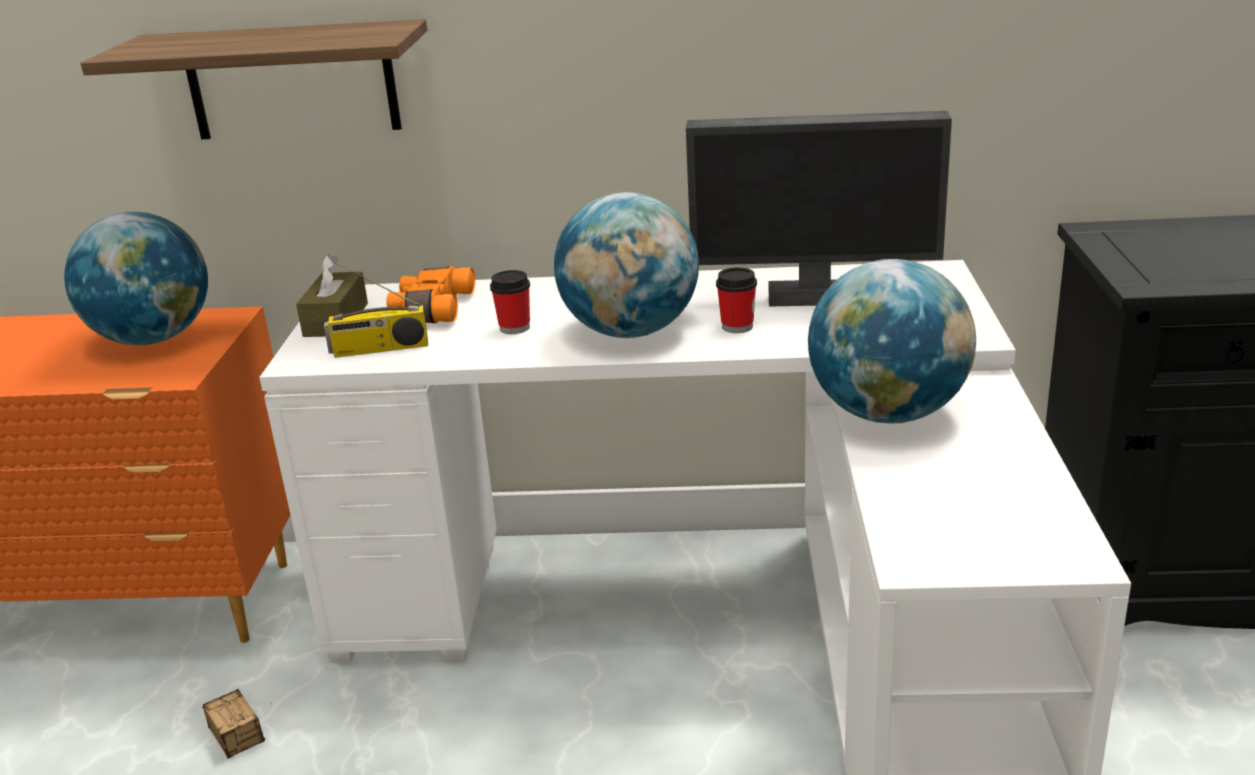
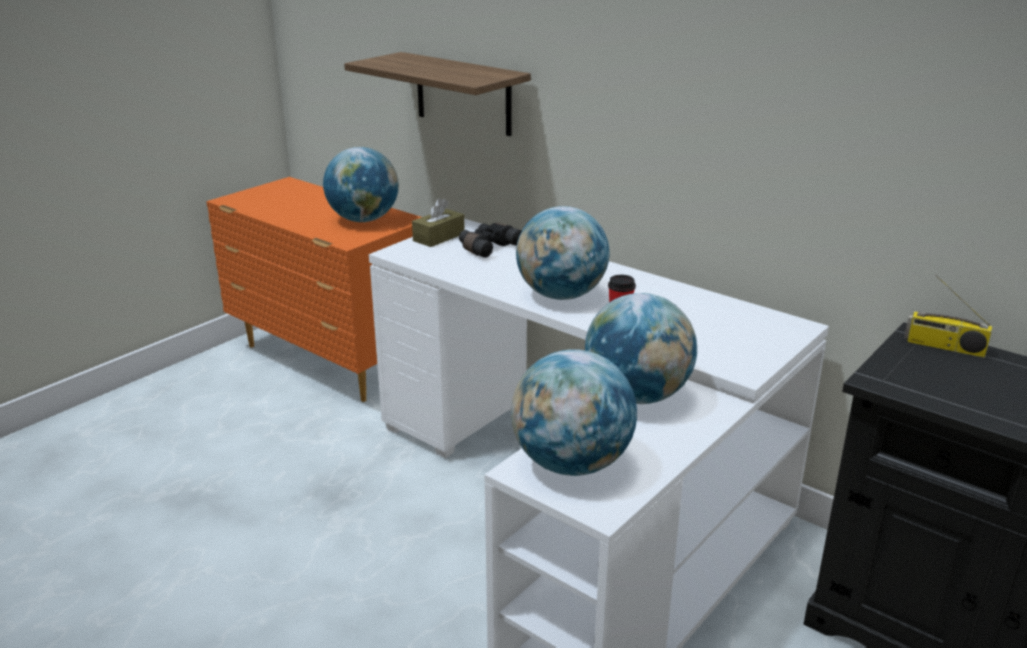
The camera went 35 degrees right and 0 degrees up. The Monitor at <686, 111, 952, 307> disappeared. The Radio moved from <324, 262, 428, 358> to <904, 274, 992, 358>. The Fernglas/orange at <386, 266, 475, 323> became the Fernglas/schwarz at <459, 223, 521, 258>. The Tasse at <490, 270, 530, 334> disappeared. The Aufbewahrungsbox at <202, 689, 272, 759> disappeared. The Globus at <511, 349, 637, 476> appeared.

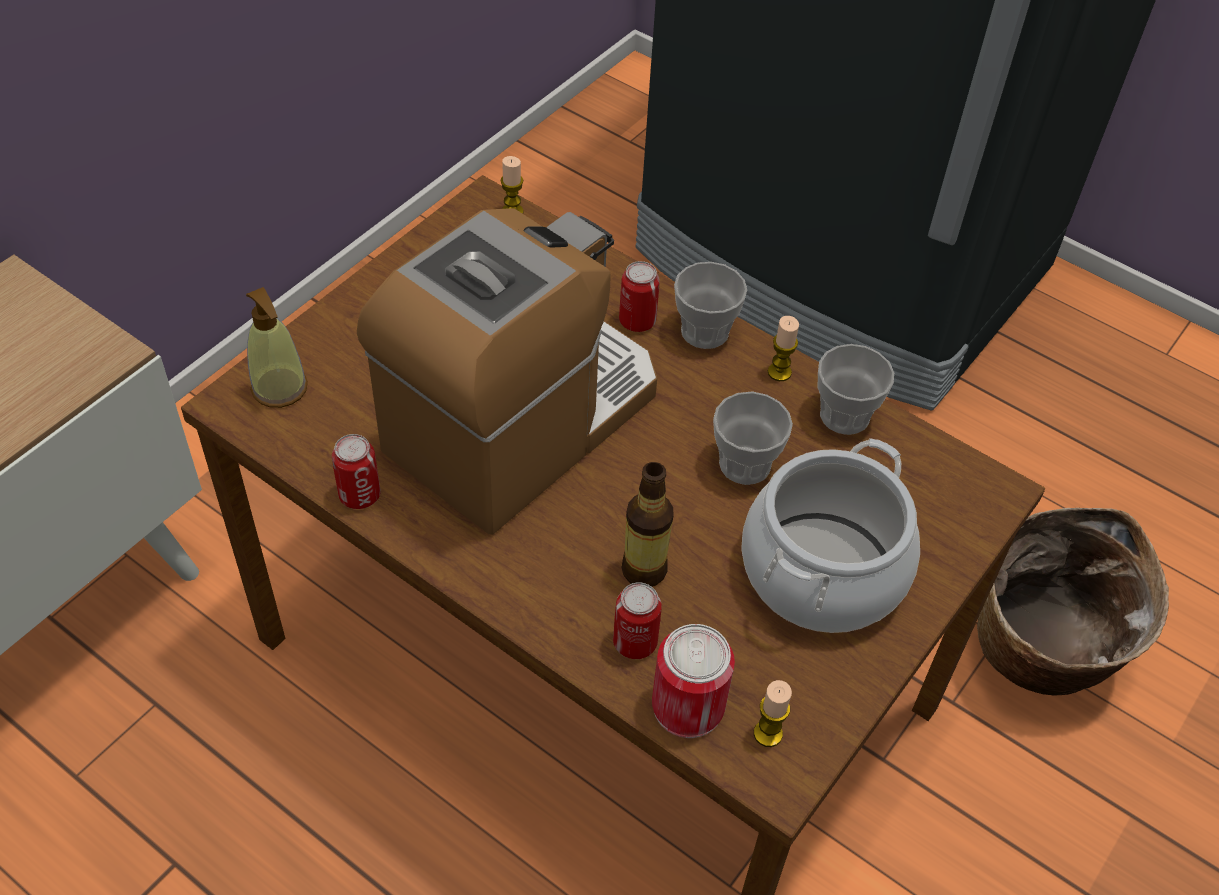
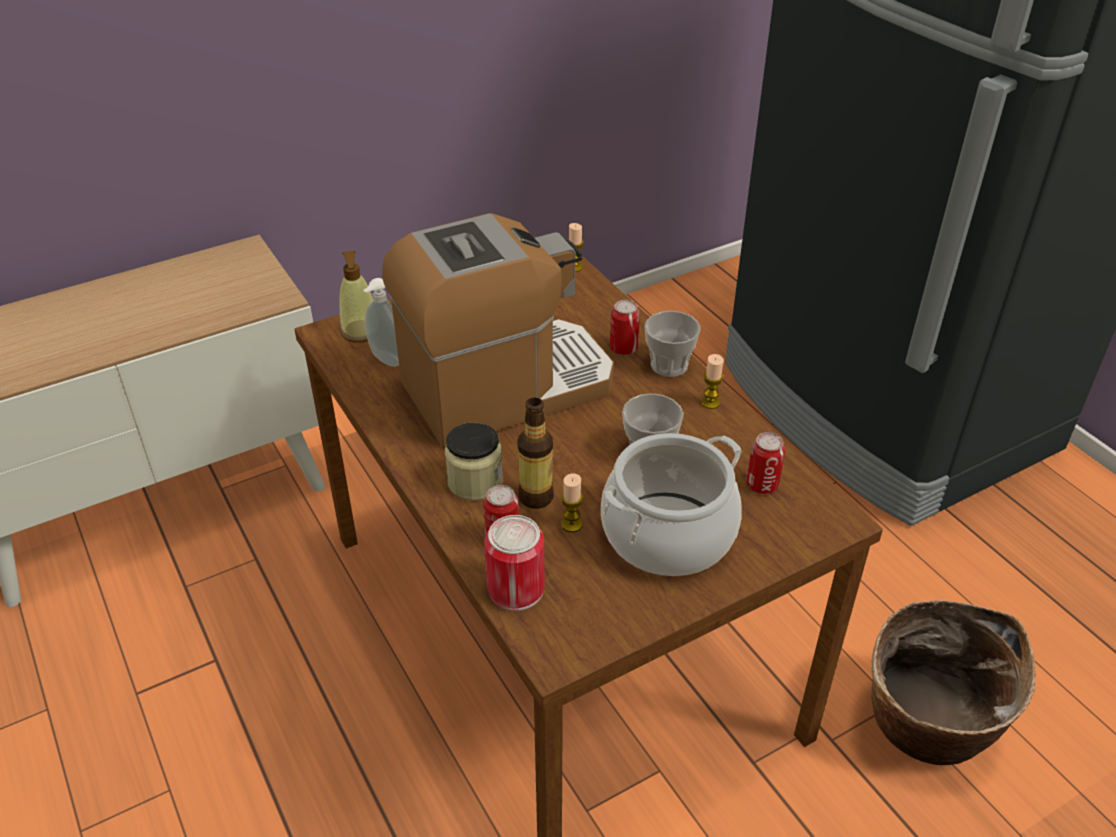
The camera went 25 degrees right and 10 degrees down. The Tasse at <818, 344, 894, 435> disappeared. The Dose moved from <332, 434, 380, 509> to <746, 432, 785, 494>. The Kerze moved from <754, 680, 792, 747> to <561, 474, 583, 532>. The Seifenspender at <363, 278, 399, 367> appeared. The Vorratsglas at <445, 423, 503, 500> appeared.

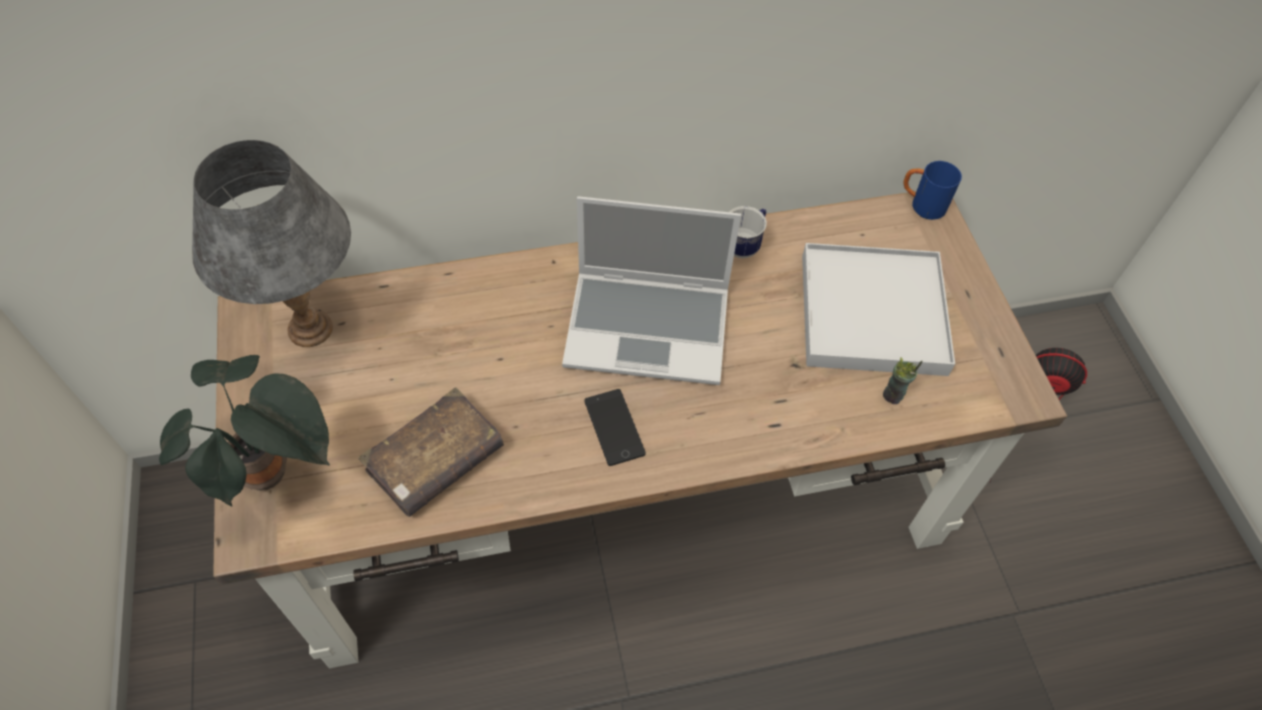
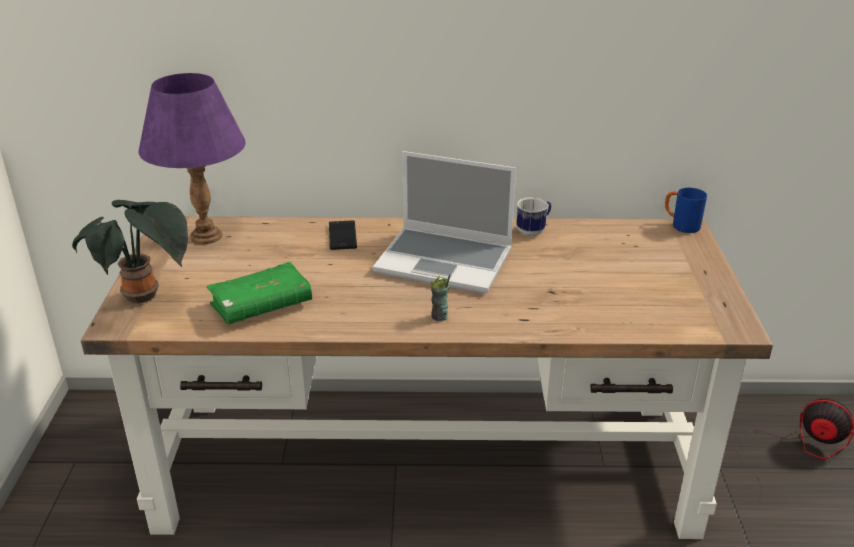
The camera went 15 degrees right and 25 degrees down. The Tischlampe/grau at <192, 140, 351, 347> became the Tischlampe/lila at <139, 73, 246, 244>. The Tablett/weiß at <802, 243, 955, 376> disappeared. The Tasse moved from <883, 357, 923, 404> to <431, 274, 450, 322>. The Buch/braun at <358, 387, 504, 517> became the Buch/grün at <206, 262, 313, 324>. The Handy moved from <584, 389, 646, 466> to <329, 220, 357, 250>.

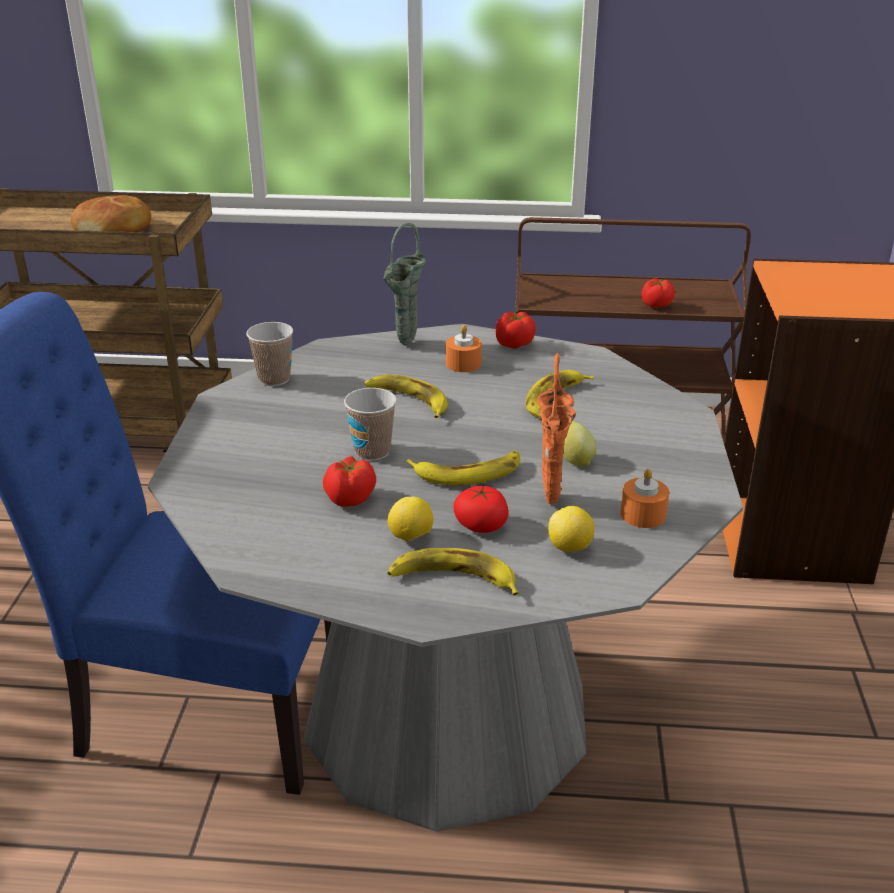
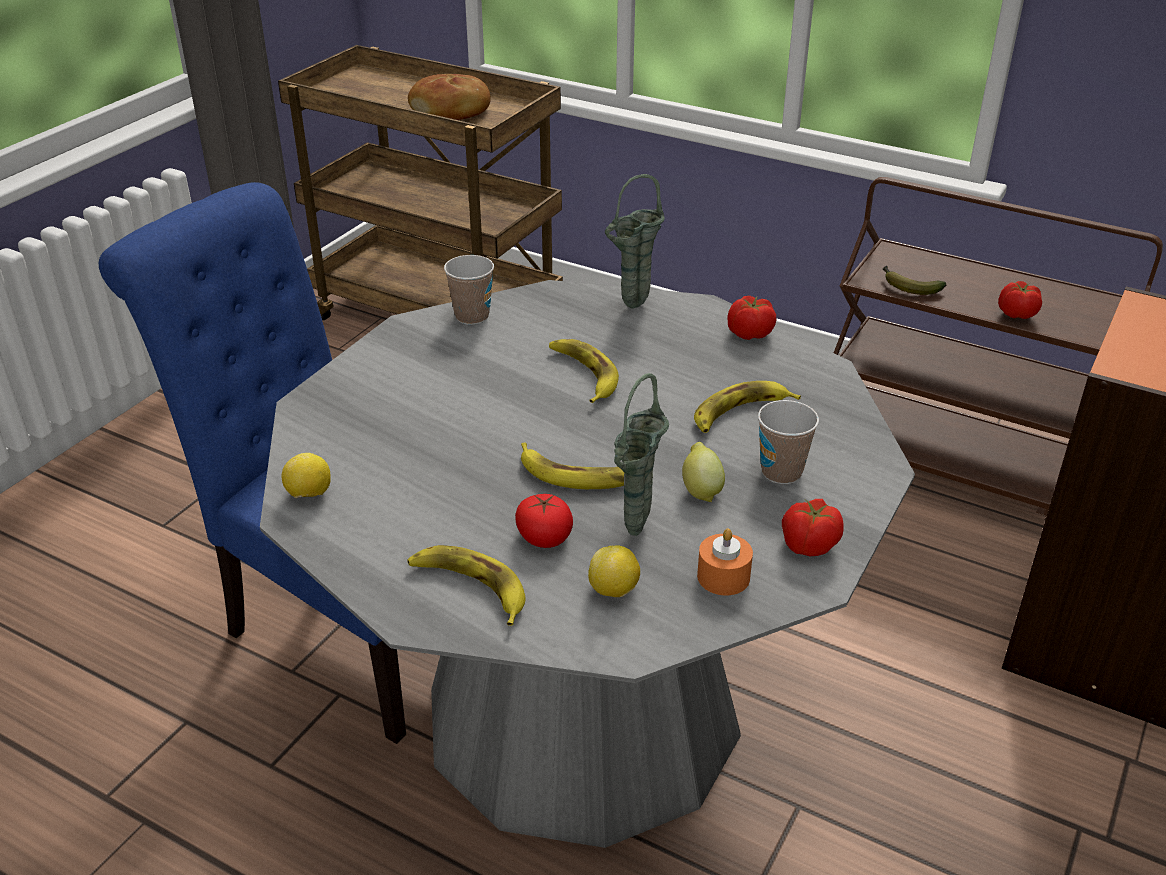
The camera went 25 degrees right and 5 degrees up. The Kerze/orange at <446, 325, 482, 372> disappeared. The Vase/orange at <537, 353, 576, 505> became the Vase/grün at <614, 373, 669, 536>. The Tasse moved from <344, 388, 397, 461> to <758, 400, 819, 484>. The Tomate moved from <323, 456, 376, 507> to <782, 499, 844, 556>. The Zitrone moved from <388, 496, 433, 541> to <282, 453, 331, 498>. The Banane at <883, 266, 946, 295> appeared.

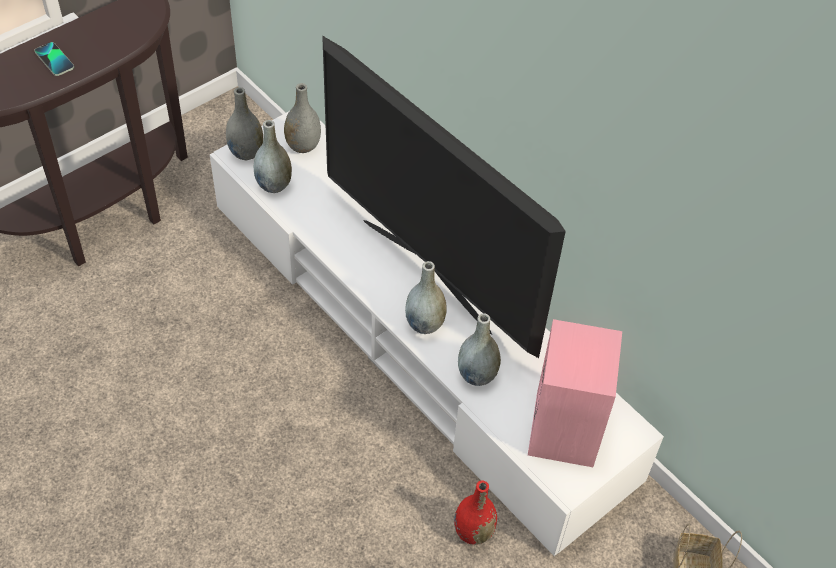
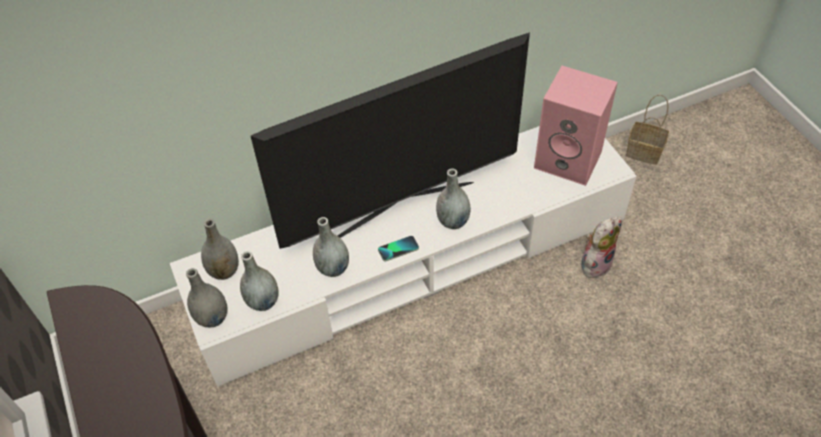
The camera went 70 degrees left and 0 degrees up. The Handy moved from <34, 42, 74, 76> to <378, 236, 419, 261>. The Vase/grau moved from <458, 313, 501, 386> to <313, 217, 349, 277>. The Vase/rot at <454, 480, 497, 545> was replaced by the Plüschtier at <581, 217, 621, 278>.

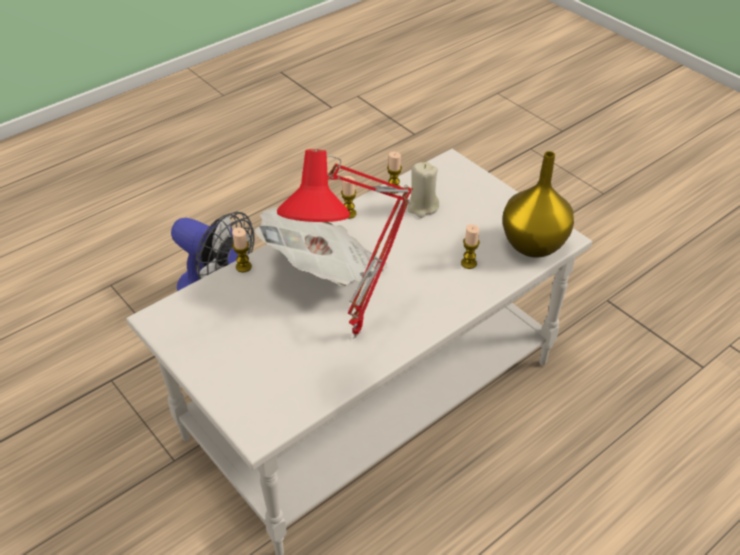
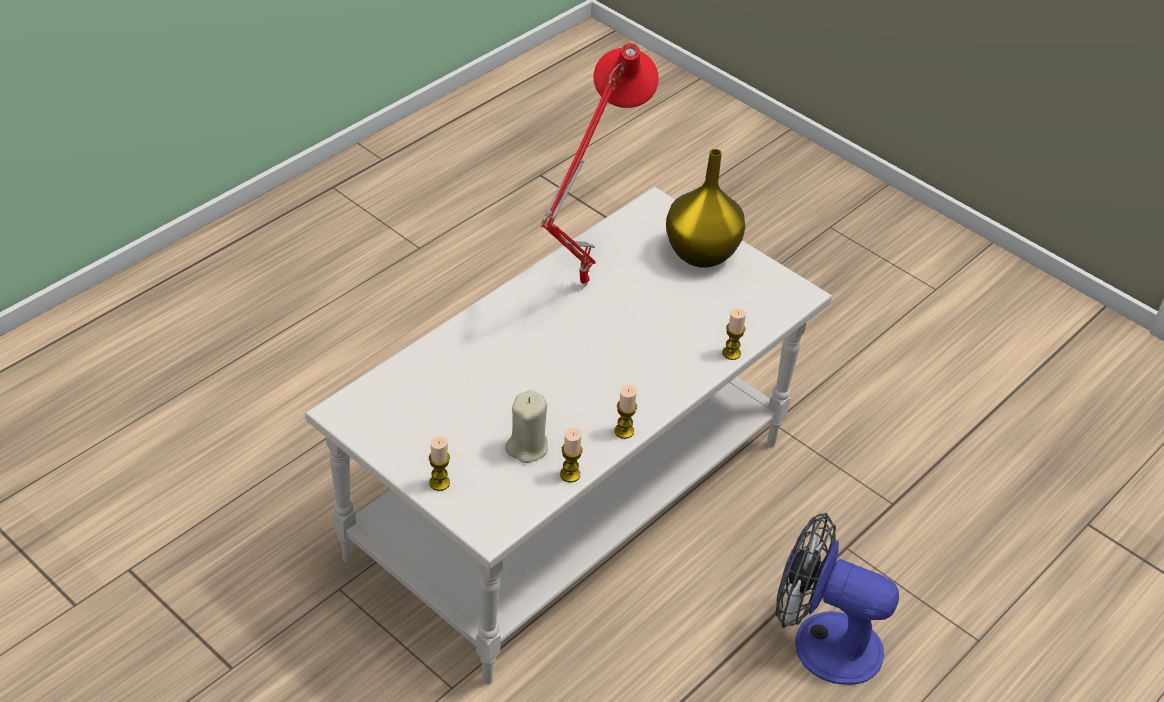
The camera went 170 degrees right and 0 degrees up. The Vase/gelb moved from <502, 151, 574, 258> to <666, 149, 745, 268>. The Zeitung at <254, 206, 387, 286> disappeared. The Kerze moved from <461, 224, 480, 269> to <429, 436, 450, 491>.

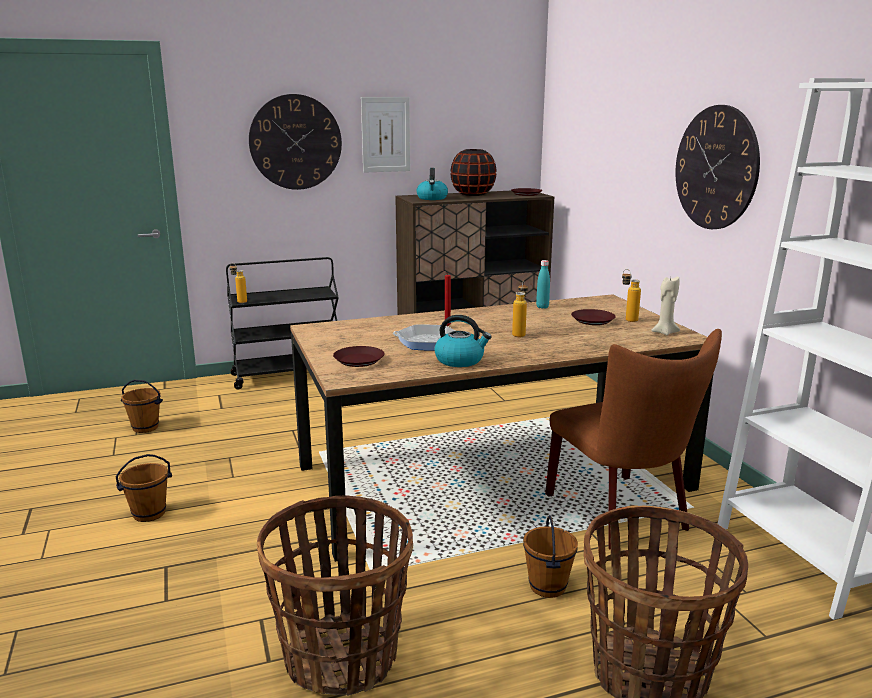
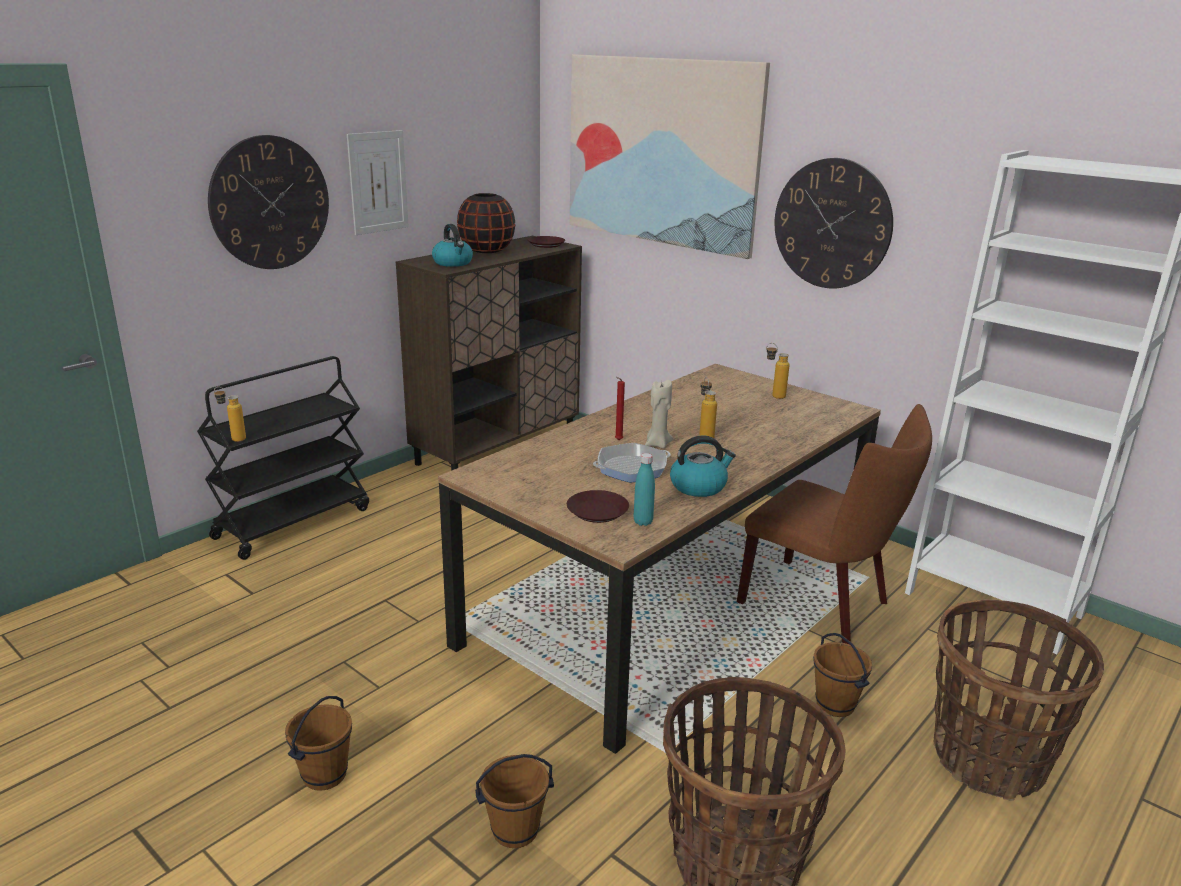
The camera went 30 degrees left and 5 degrees up. The Flasche/türkis moved from <536, 260, 550, 309> to <634, 453, 655, 526>. The Kerze/beige moved from <651, 277, 680, 336> to <645, 380, 673, 449>. The Teller/braun at <571, 309, 616, 325> disappeared. The Eimer/braun moved from <121, 380, 163, 433> to <475, 754, 554, 848>. The Bild at <570, 55, 770, 259> appeared.

